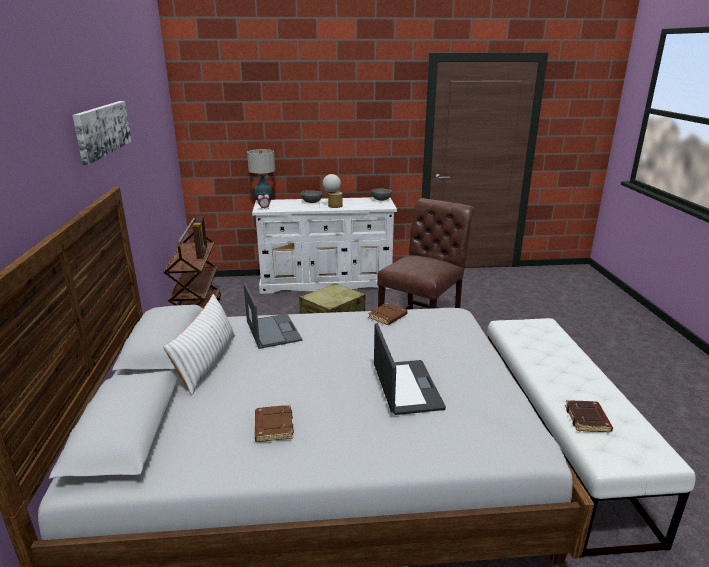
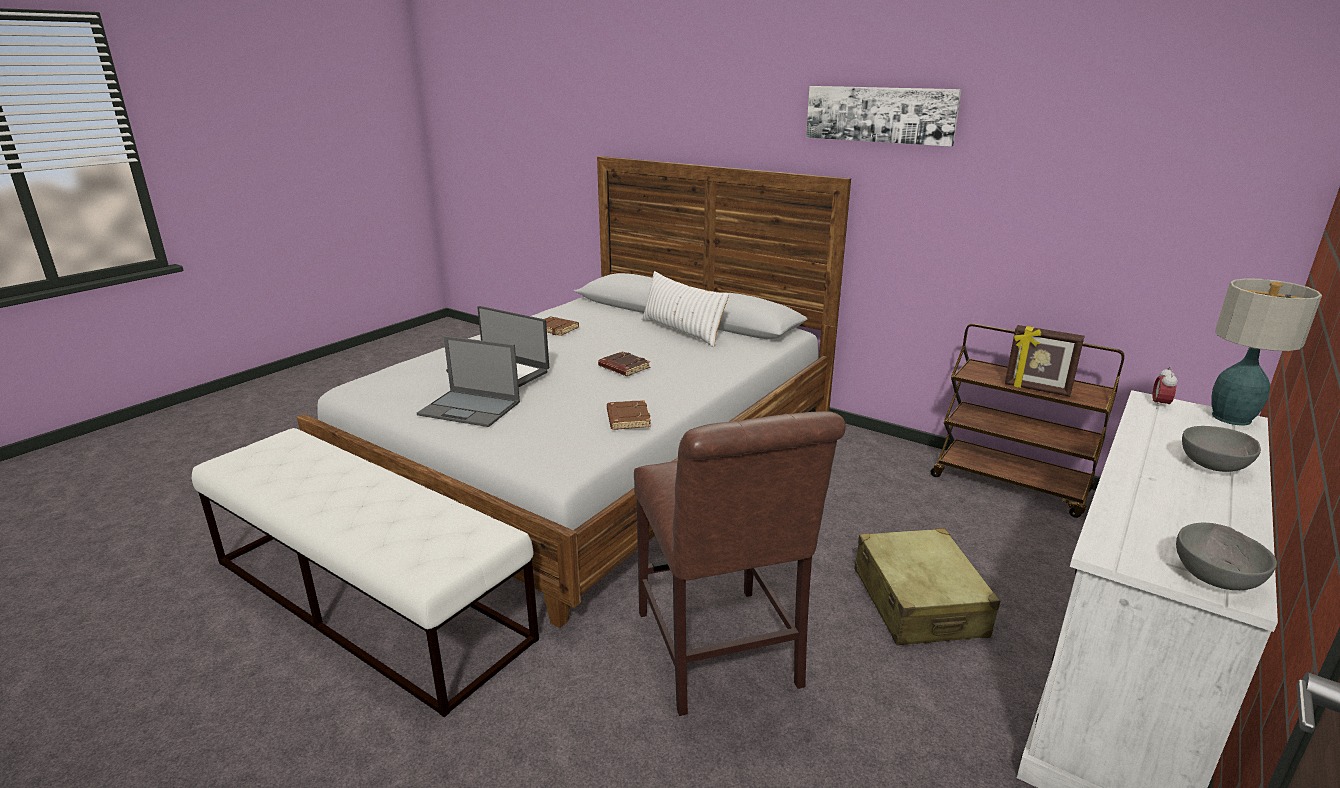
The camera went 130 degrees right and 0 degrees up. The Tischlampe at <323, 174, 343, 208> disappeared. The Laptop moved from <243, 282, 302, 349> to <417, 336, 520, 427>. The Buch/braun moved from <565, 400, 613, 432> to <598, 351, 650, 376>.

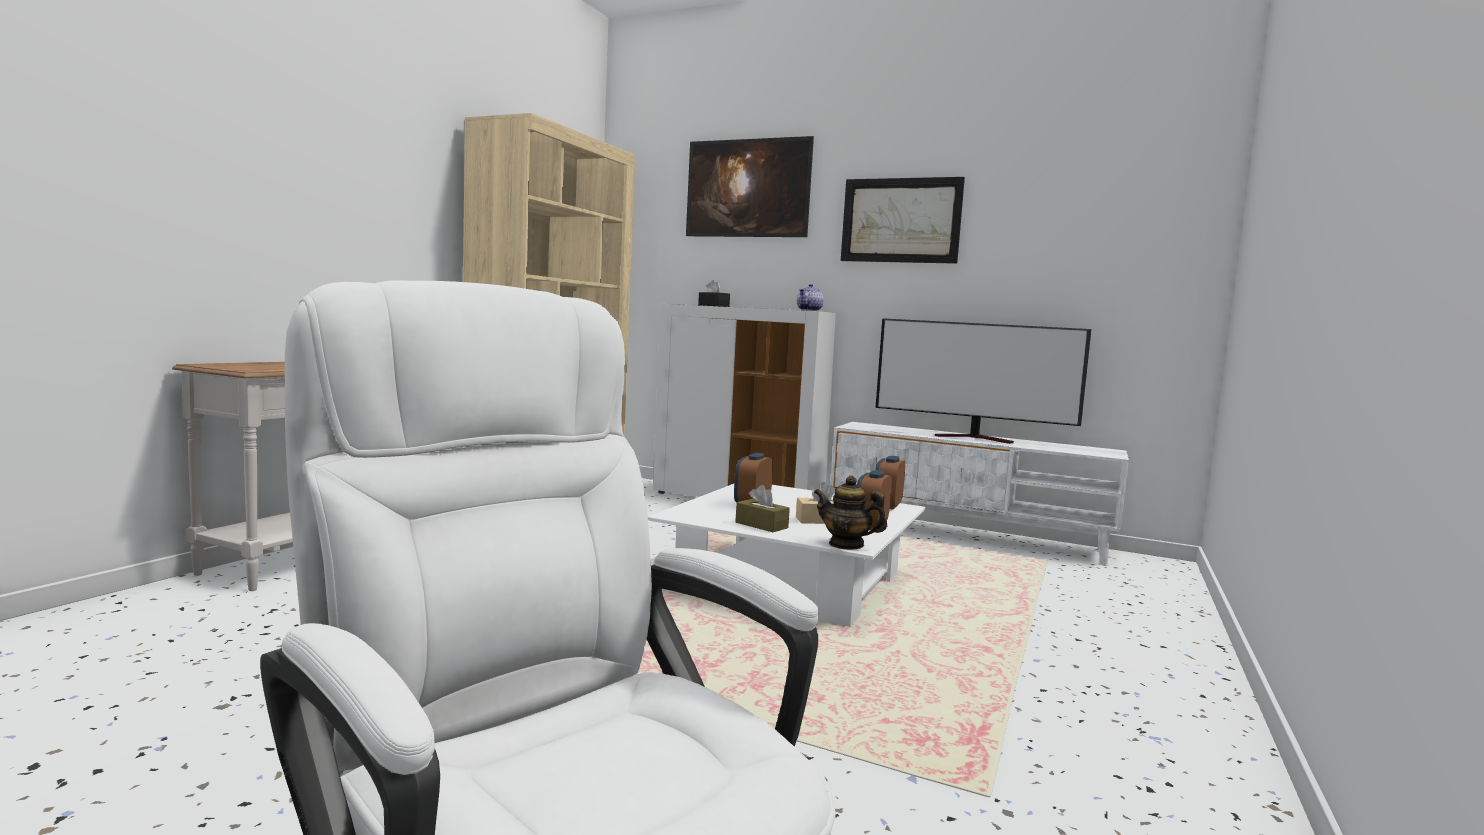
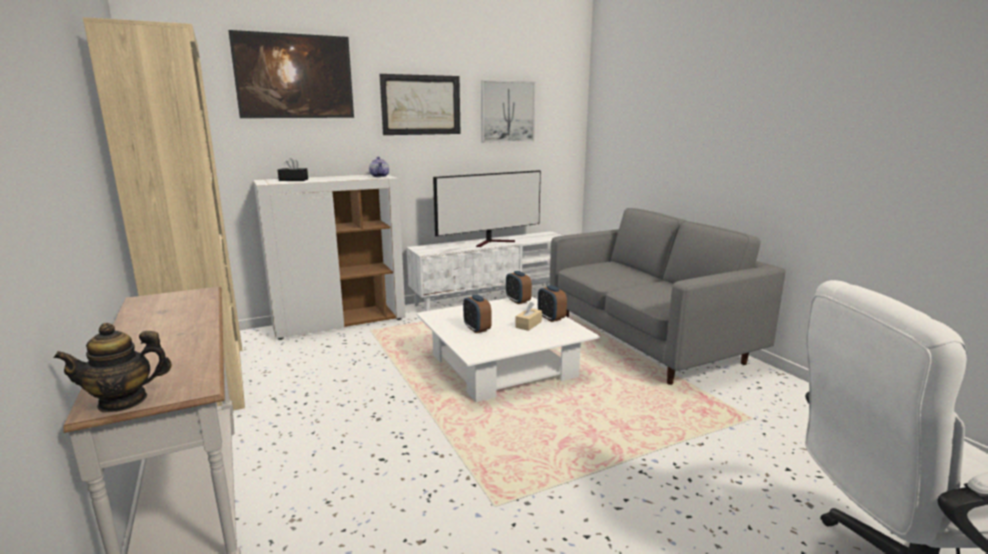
The camera went 50 degrees left and 10 degrees up. The Teekanne moved from <814, 476, 887, 550> to <53, 323, 172, 412>. The Taschentuchbox/braun at <735, 485, 790, 532> disappeared. The Bild at <481, 80, 536, 143> appeared. The Sofa/grau at <550, 208, 786, 385> appeared.

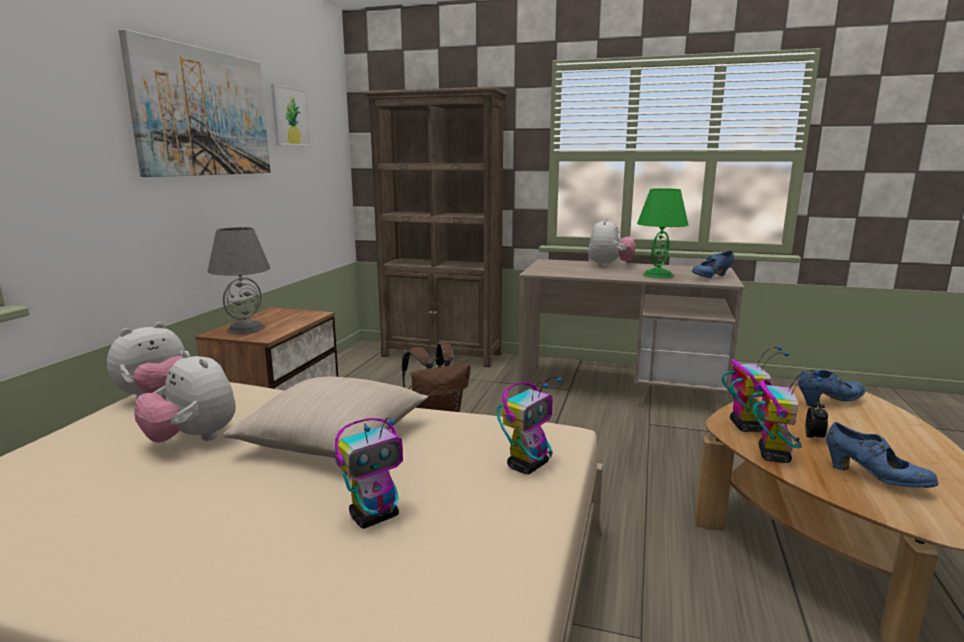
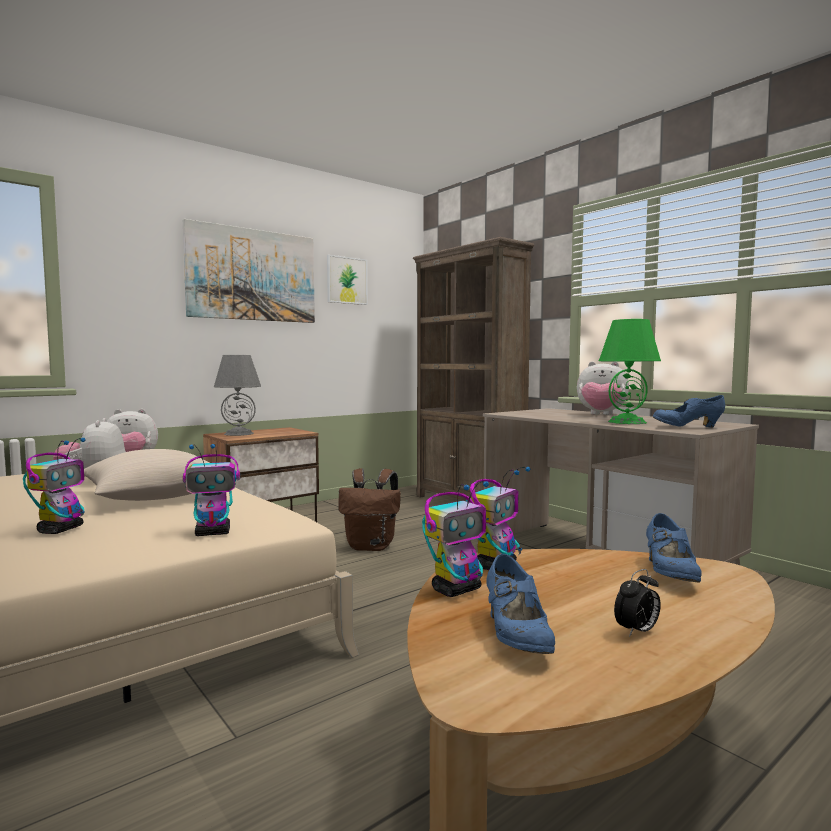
The camera went 35 degrees right and 10 degrees down. The Plüschtier at <588, 218, 635, 267> turned 60 degrees clockwise. The Schuh/blau at <798, 370, 865, 406> turned 75 degrees clockwise. The Wecker moved from <806, 399, 828, 443> to <614, 569, 661, 637>. The Spielzeugroboter at <335, 417, 403, 528> turned 75 degrees counterclockwise.

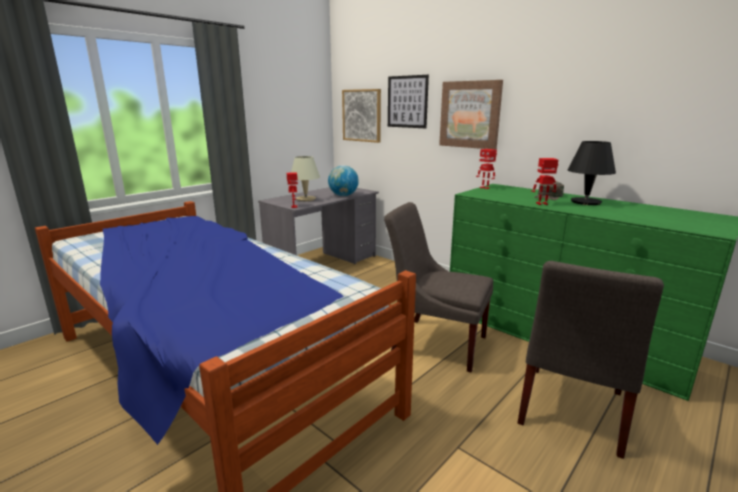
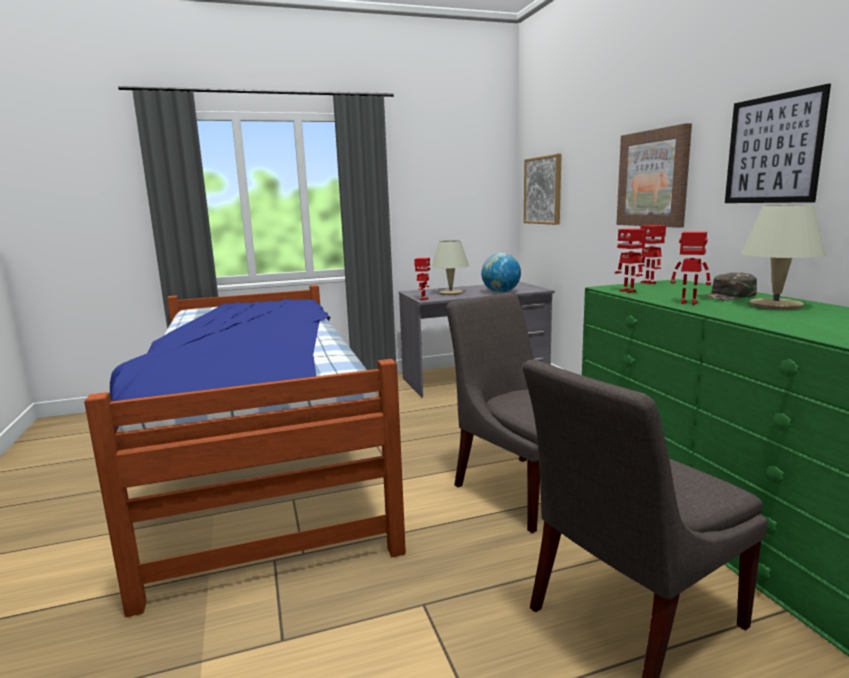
The camera went 30 degrees right and 5 degrees down. The Bild moved from <388, 75, 429, 128> to <725, 84, 831, 203>. The Tischlampe/schwarz at <568, 141, 616, 205> became the Tischlampe/beige at <741, 205, 826, 310>. The Spielzeugroboter at <615, 228, 646, 293> appeared.

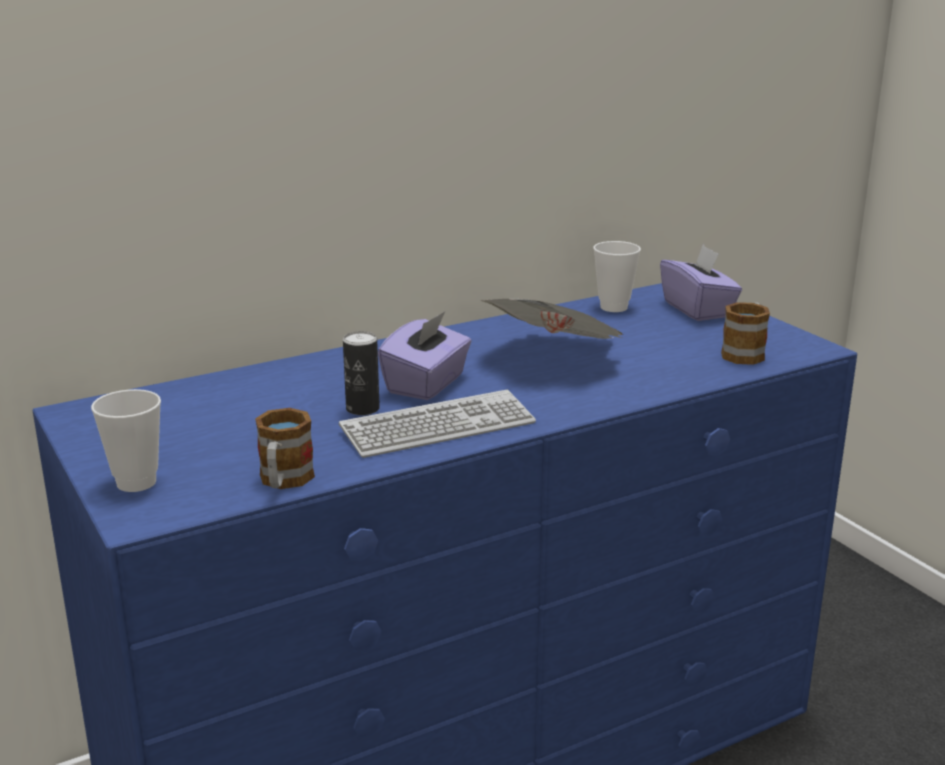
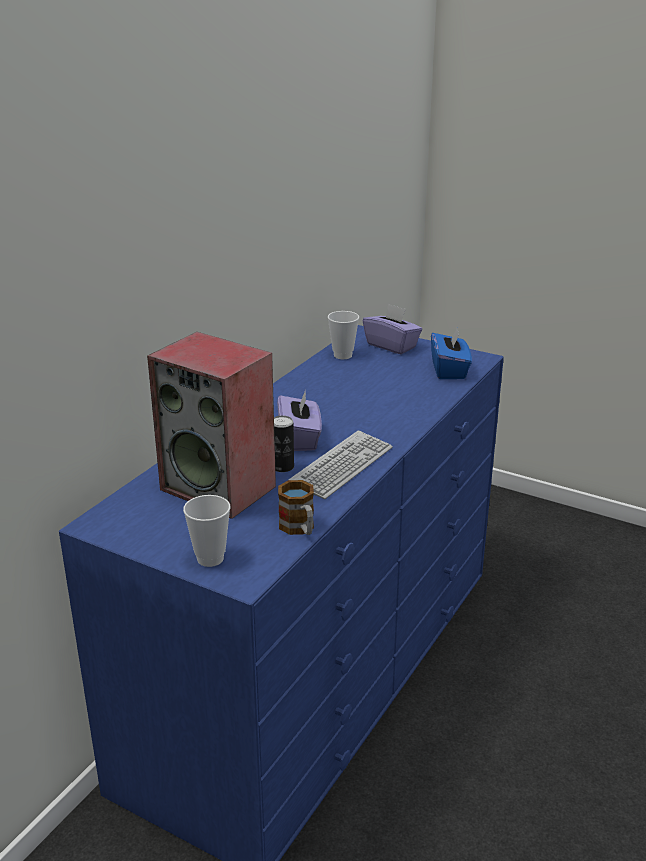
The camera went 30 degrees left and 5 degrees up. The Zeitung at <480, 299, 623, 339> disappeared. The Henkelbecher at <721, 302, 770, 365> was replaced by the Taschentuchbox/blau at <431, 326, 472, 379>. The Lautsprecher at <147, 332, 276, 519> appeared.

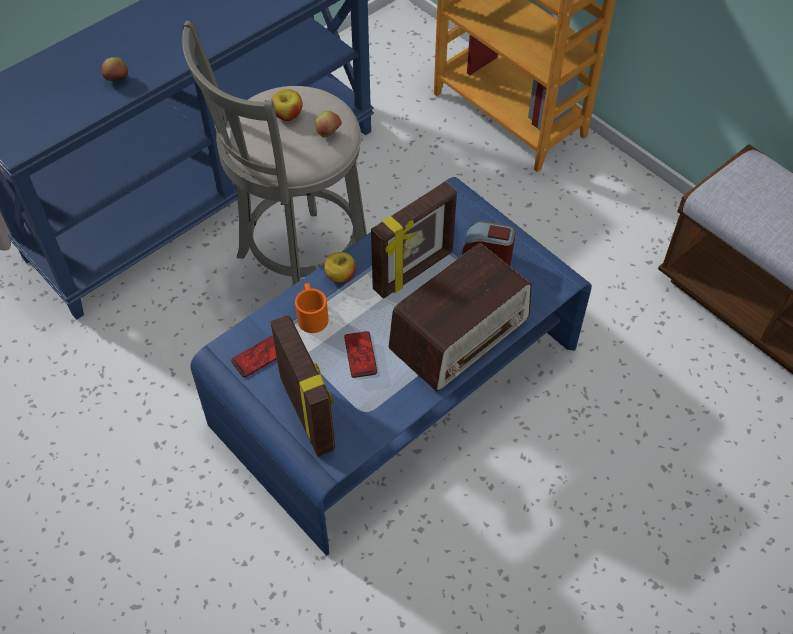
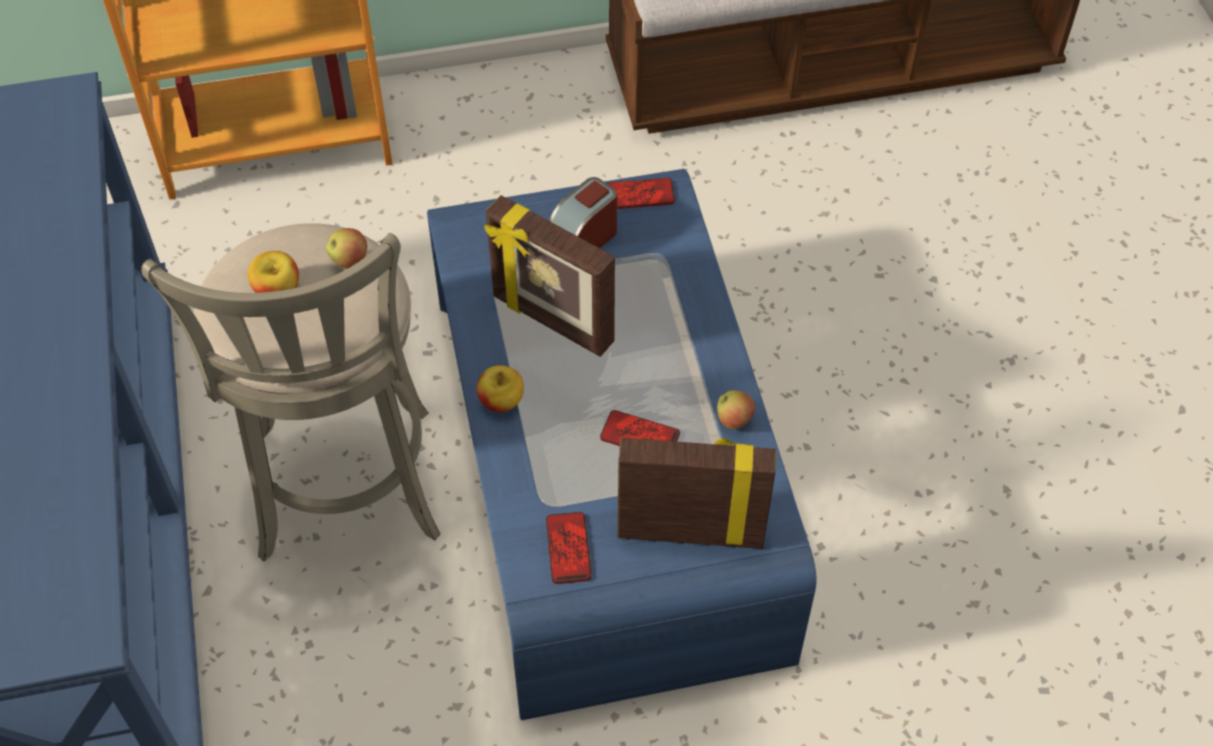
The camera went 60 degrees left and 0 degrees up. The Apfel moved from <102, 57, 128, 81> to <717, 390, 755, 429>. The Bilderrahmen at <371, 182, 457, 299> turned 135 degrees clockwise. The Radio at <388, 243, 531, 391> disappeared. The Henkelbecher/orange at <295, 283, 328, 333> disappeared. The Handy at <607, 178, 675, 209> appeared.

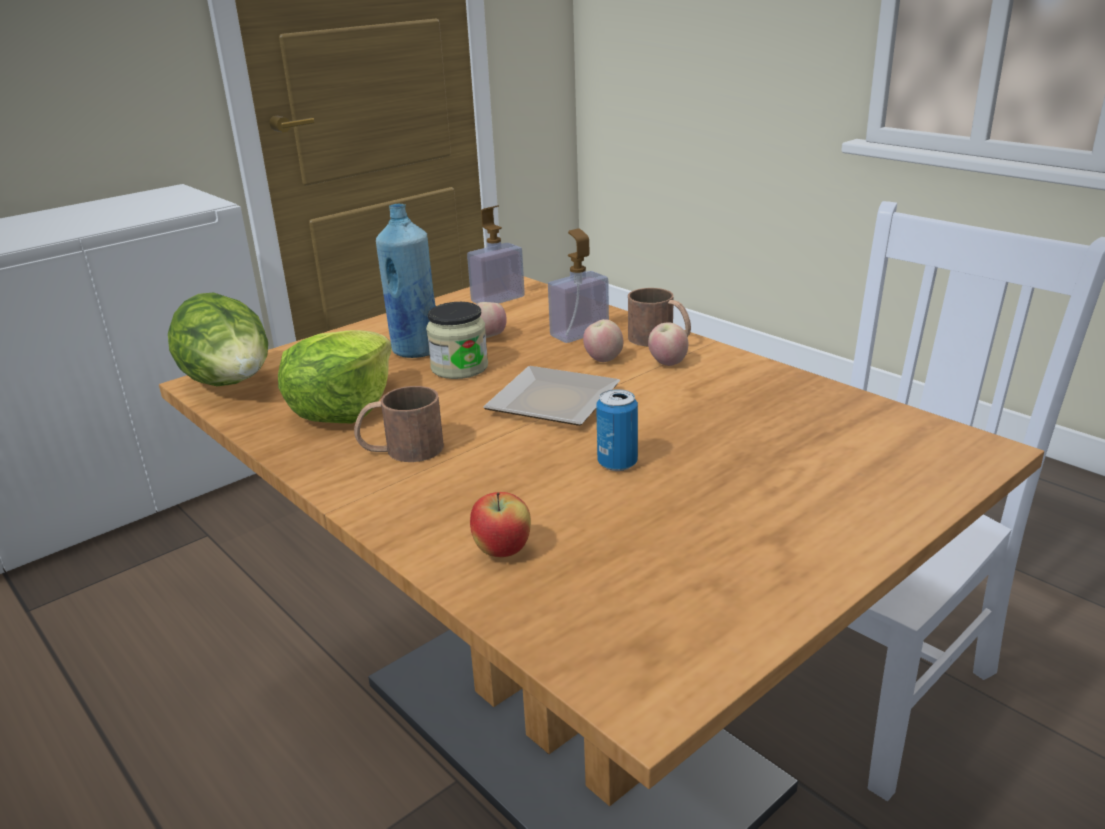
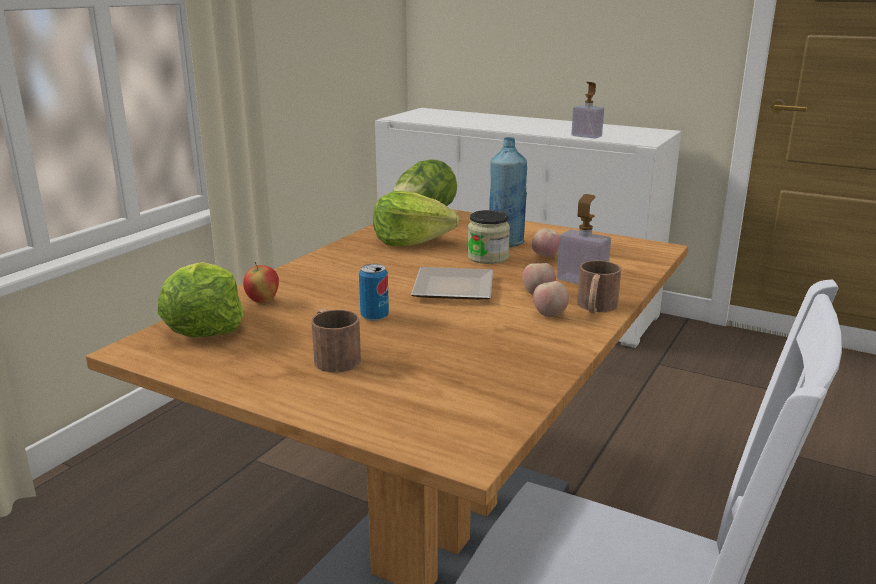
The camera went 70 degrees right and 5 degrees down. The Seifenspender moved from <467, 205, 525, 304> to <571, 82, 604, 139>. The Henkelbecher/braun moved from <354, 386, 444, 462> to <311, 308, 361, 373>. The Salatkopf at <158, 262, 243, 337> appeared.

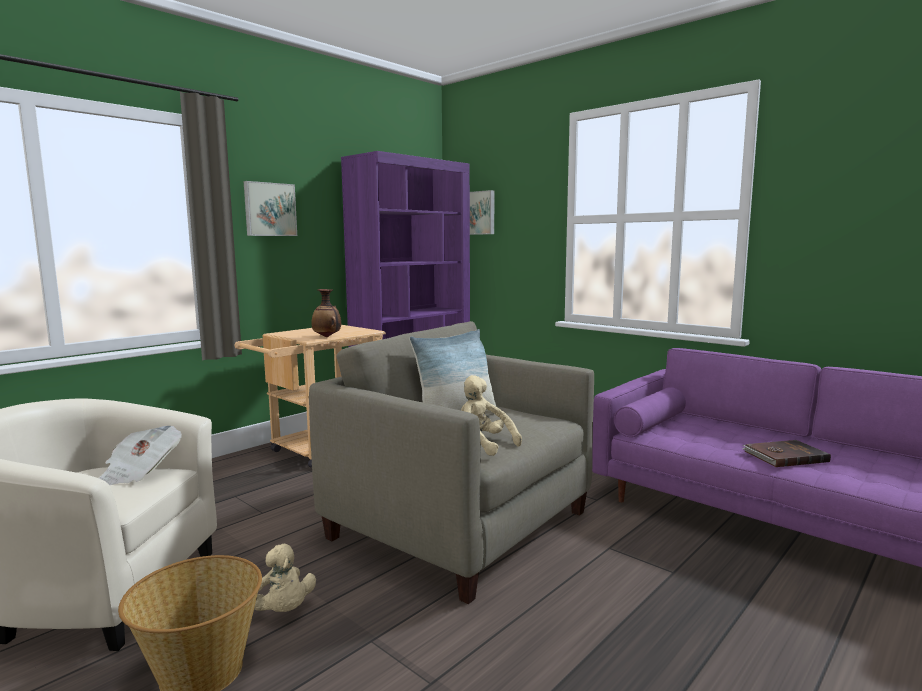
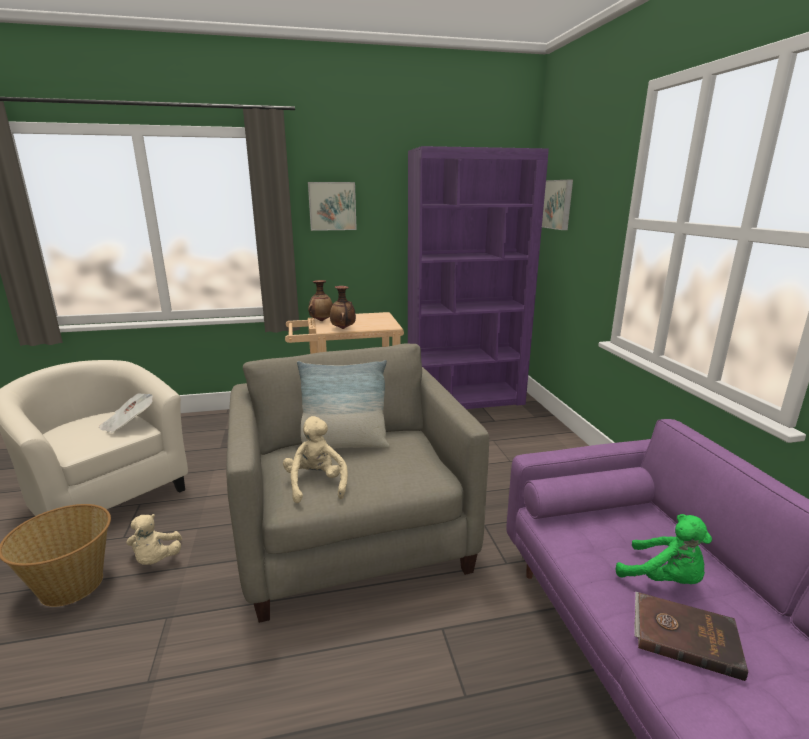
The camera went 35 degrees right and 10 degrees up. The Vase at <308, 280, 333, 321> appeared. The Plüschtier/grün at <616, 514, 712, 584> appeared.

